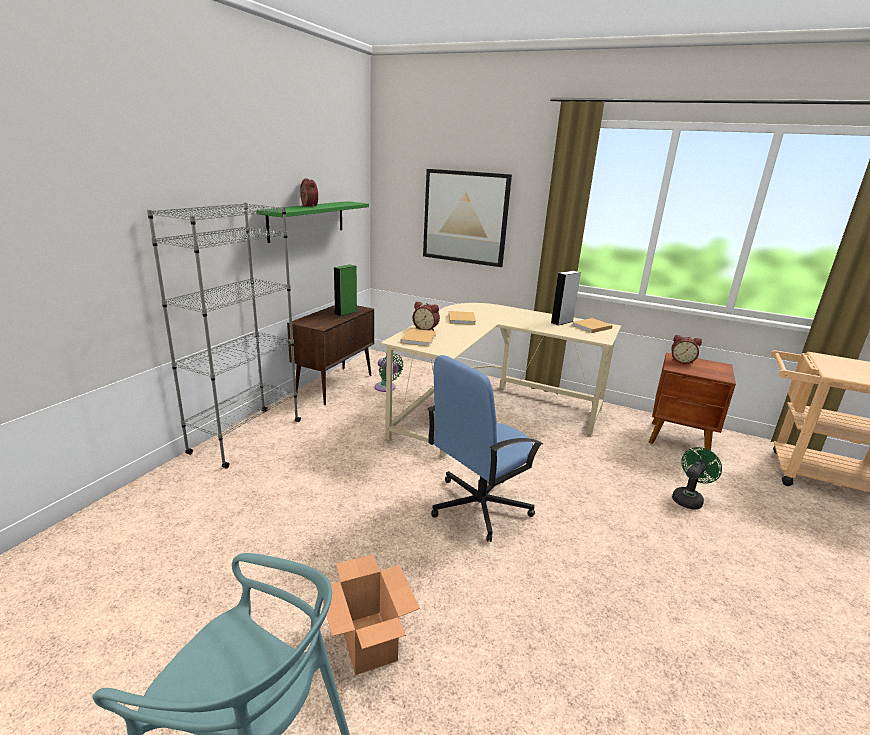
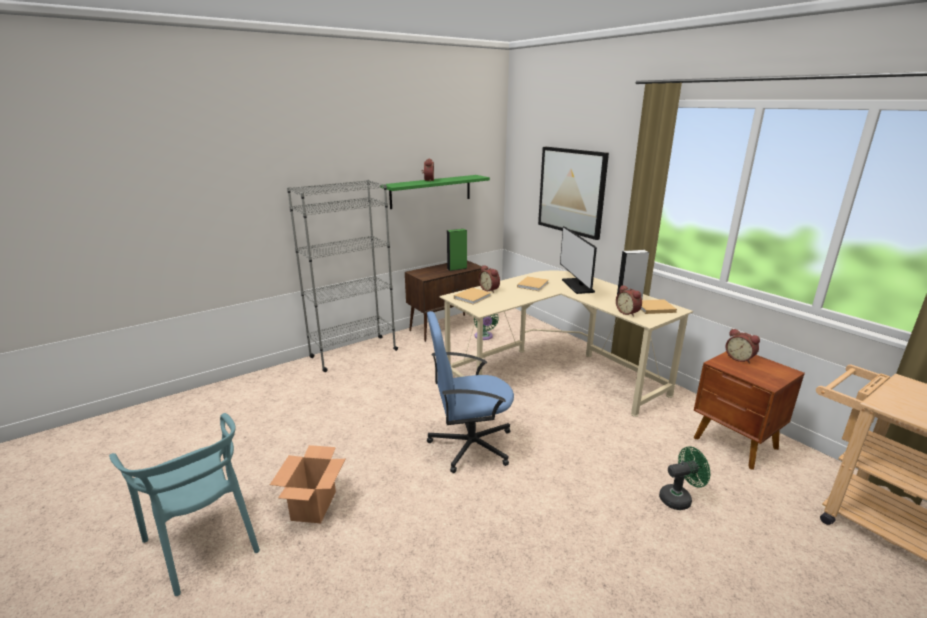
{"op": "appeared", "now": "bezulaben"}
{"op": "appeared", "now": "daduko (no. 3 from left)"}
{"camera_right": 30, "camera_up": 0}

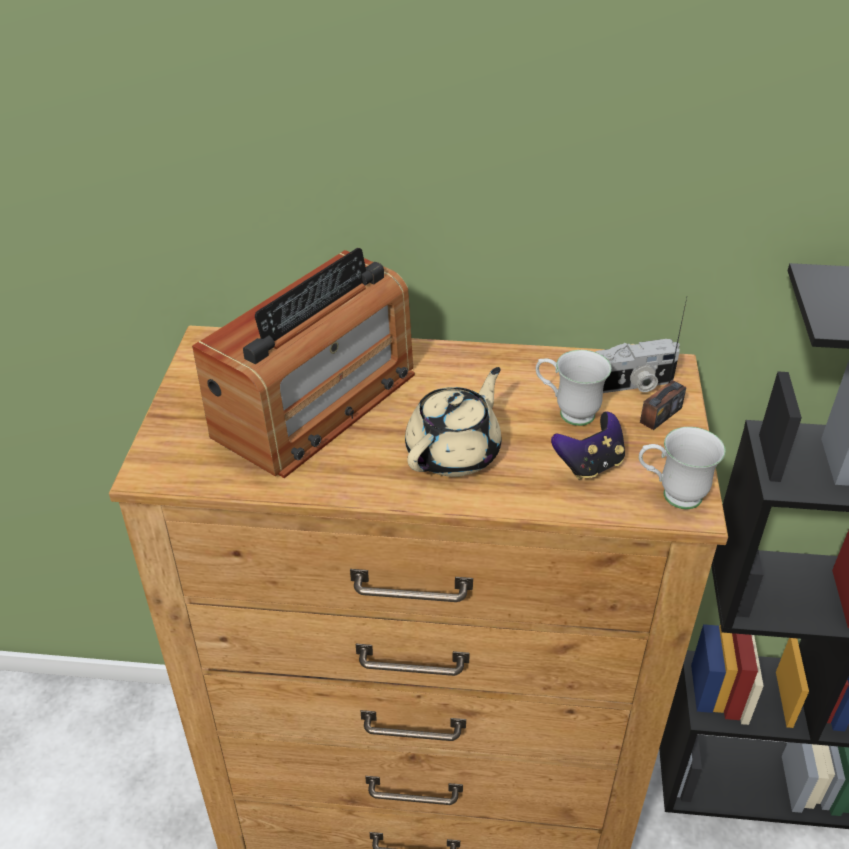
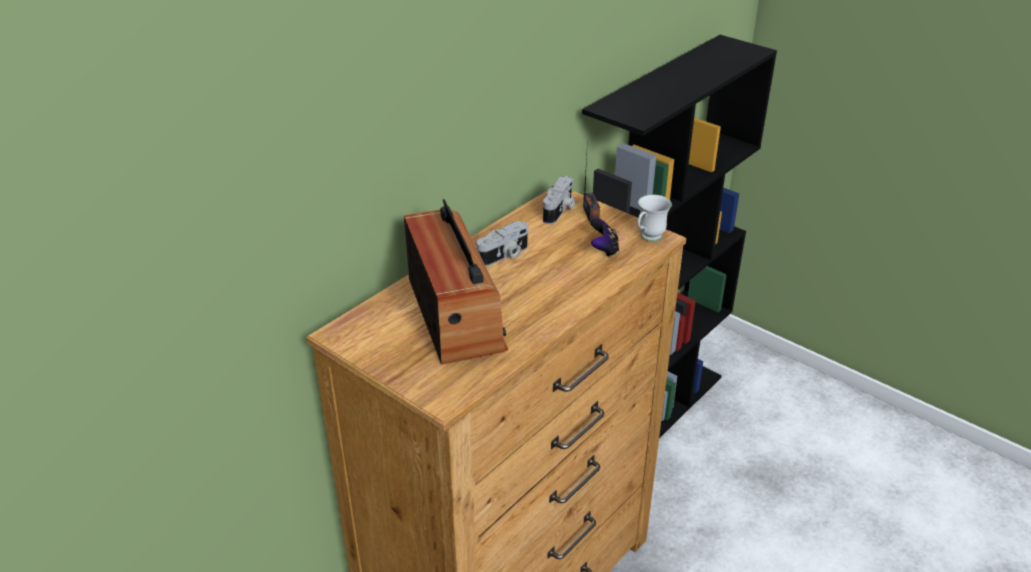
{"op": "missing", "was": "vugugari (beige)"}
{"op": "missing", "was": "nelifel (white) (no. 1 from left)"}
{"op": "appeared", "now": "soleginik (no. 1 from left)"}
{"camera_right": -55, "camera_up": -5}

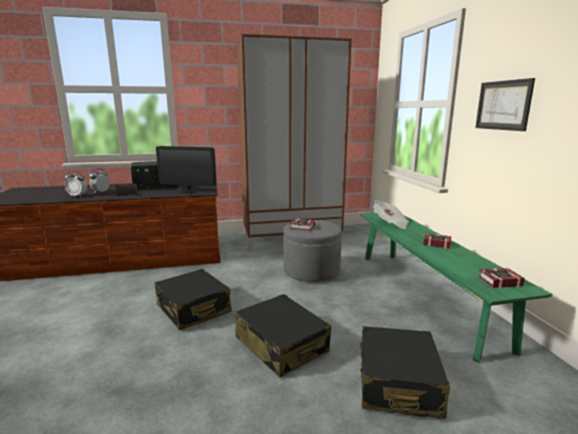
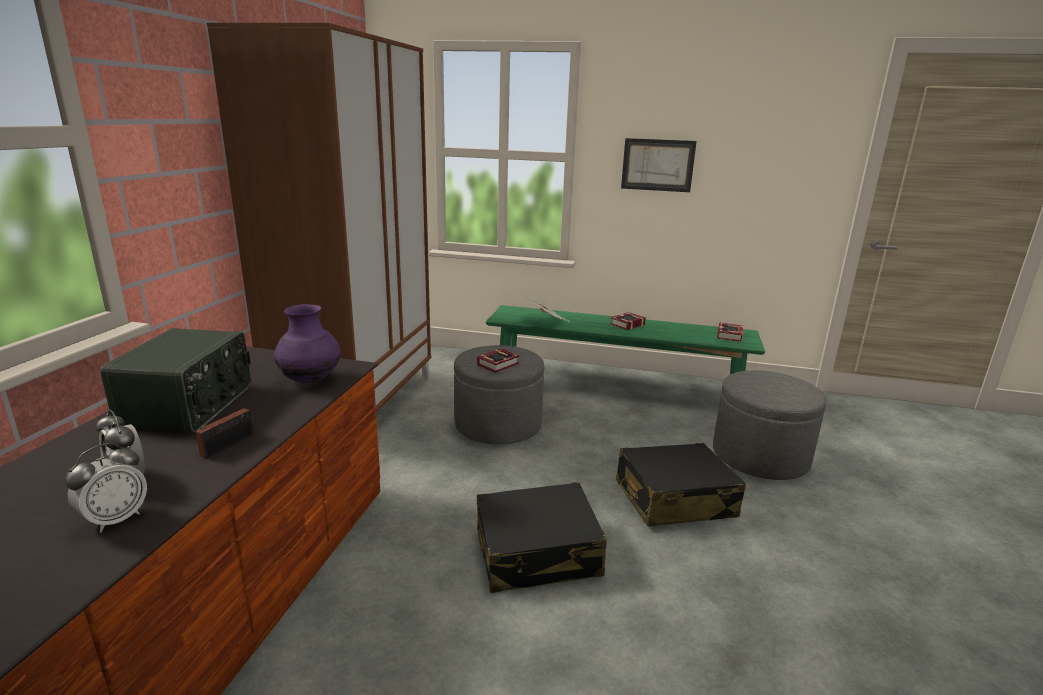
{"op": "exchanged", "was": "bezulaben", "now": "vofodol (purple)"}
{"op": "exchanged", "was": "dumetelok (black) (no. 3 from left)", "now": "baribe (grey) (no. 2 from left)"}
{"camera_right": -65, "camera_up": 5}

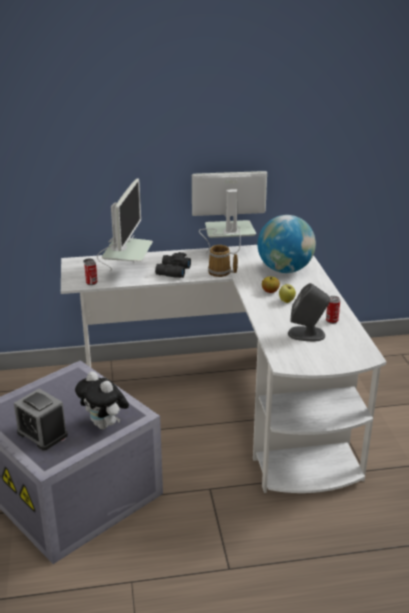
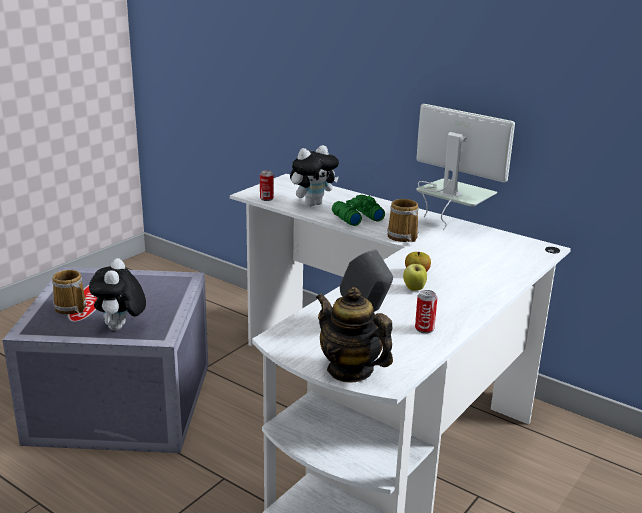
{"op": "missing", "was": "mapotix"}
{"op": "appeared", "now": "vugugari"}
{"op": "exchanged", "was": "daduko", "now": "nelifel (no. 1 from left)"}
{"op": "exchanged", "was": "bezulaben (no. 1 from left)", "now": "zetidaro (no. 2 from left)"}
{"op": "colour", "was": "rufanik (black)", "now": "rufanik (green)"}
{"camera_right": 45, "camera_up": -5}

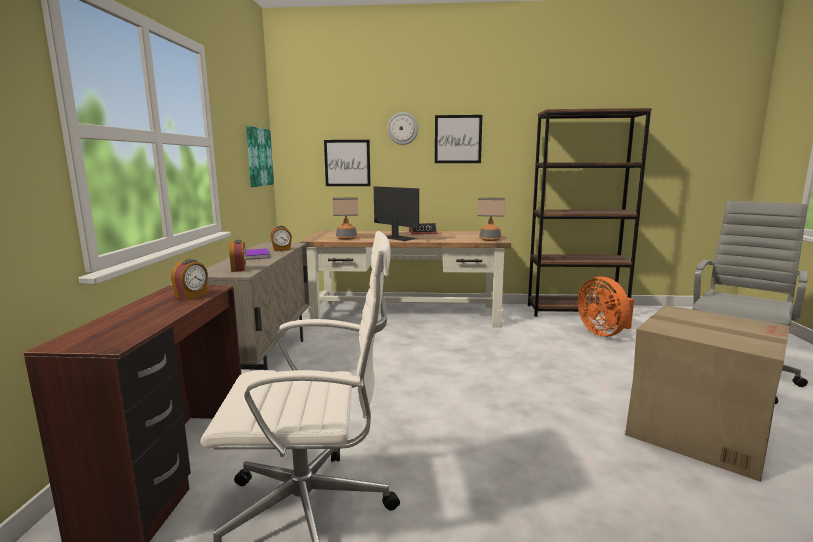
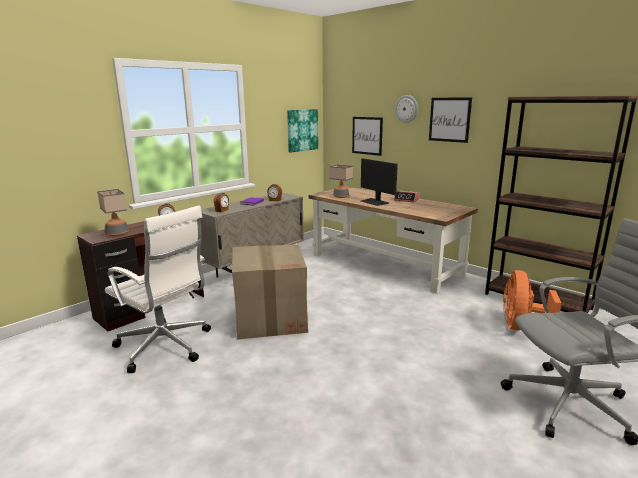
{"op": "relocated", "was": "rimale (no. 2 from left in the first image)", "now": "rimale (no. 1 from left)"}
{"op": "relocated", "was": "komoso"}
{"op": "spun", "was": "bezulaben", "clockwise": 150}
{"camera_right": 40, "camera_up": 5}

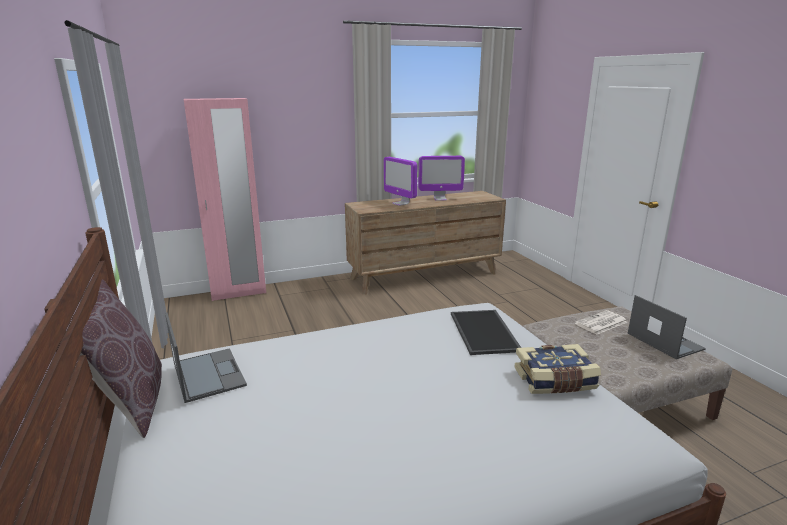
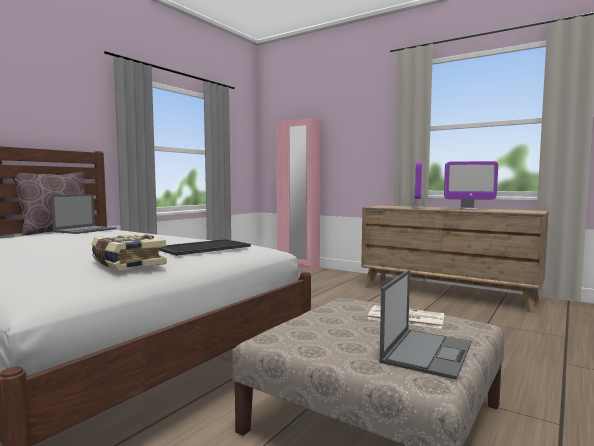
{"op": "spun", "was": "bezulaben (no. 2 from left)", "clockwise": -45}
{"camera_right": 55, "camera_up": -15}

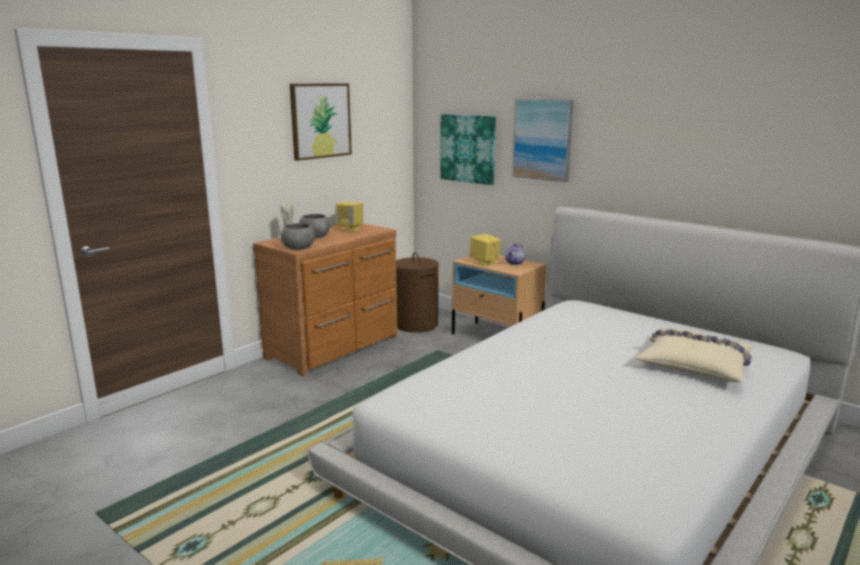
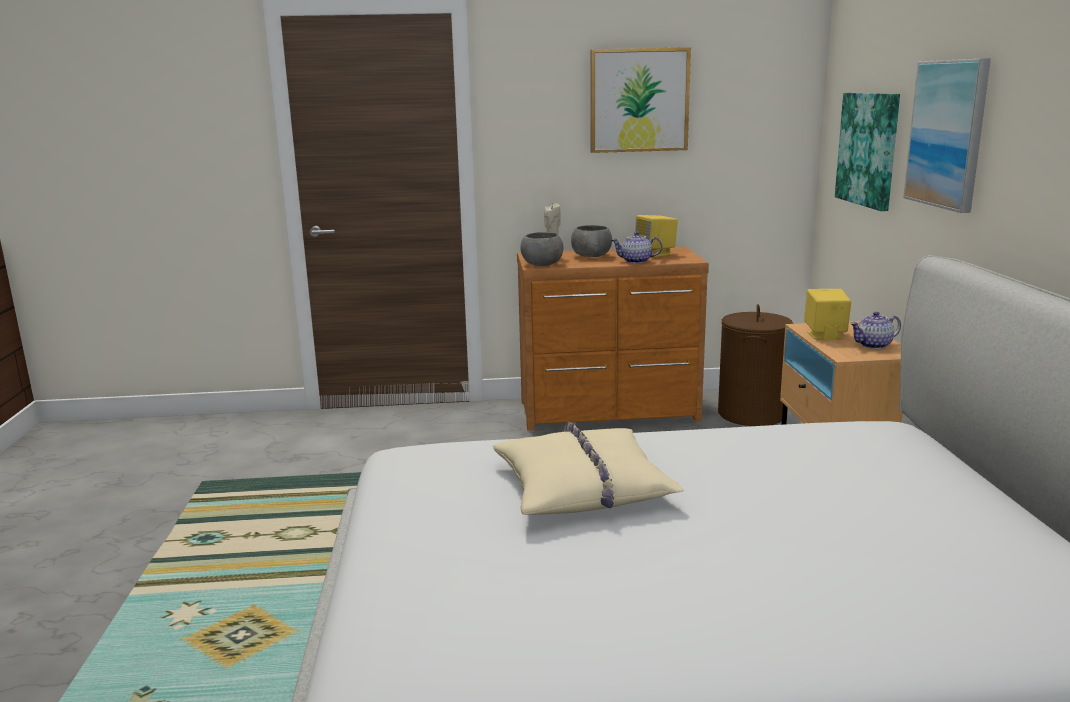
{"op": "appeared", "now": "vugugari (no. 1 from left)"}
{"op": "relocated", "was": "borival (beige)"}
{"camera_right": 45, "camera_up": 0}

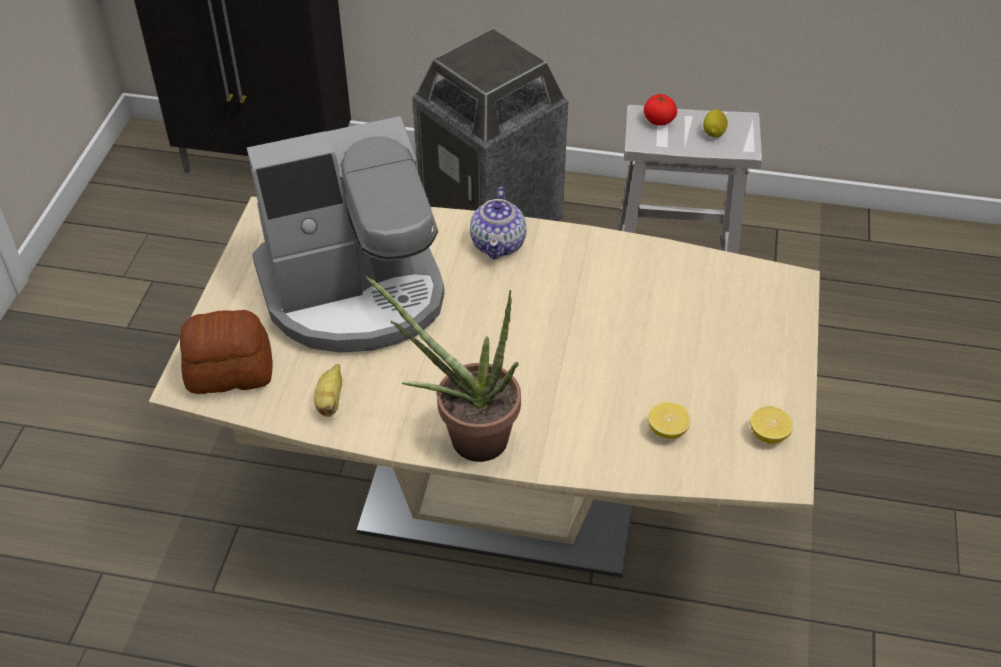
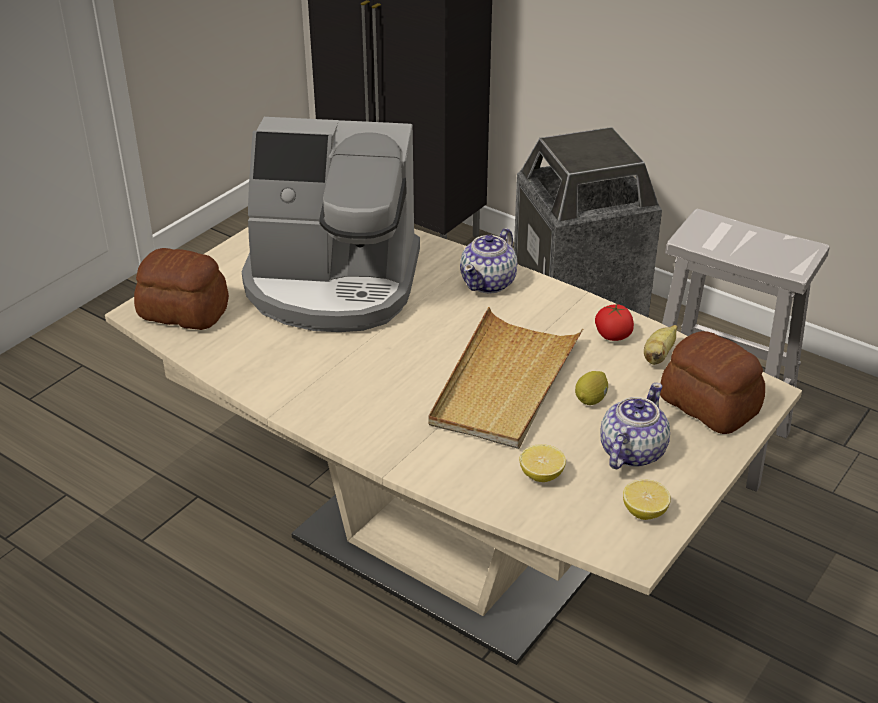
{"op": "missing", "was": "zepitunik"}
{"op": "appeared", "now": "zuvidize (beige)"}
{"op": "appeared", "now": "vugugari (no. 2 from left)"}
{"op": "appeared", "now": "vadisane (no. 2 from left)"}
{"op": "relocated", "was": "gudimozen"}
{"op": "relocated", "was": "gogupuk"}
{"op": "relocated", "was": "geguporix (no. 2 from left)"}
{"camera_right": 25, "camera_up": -10}

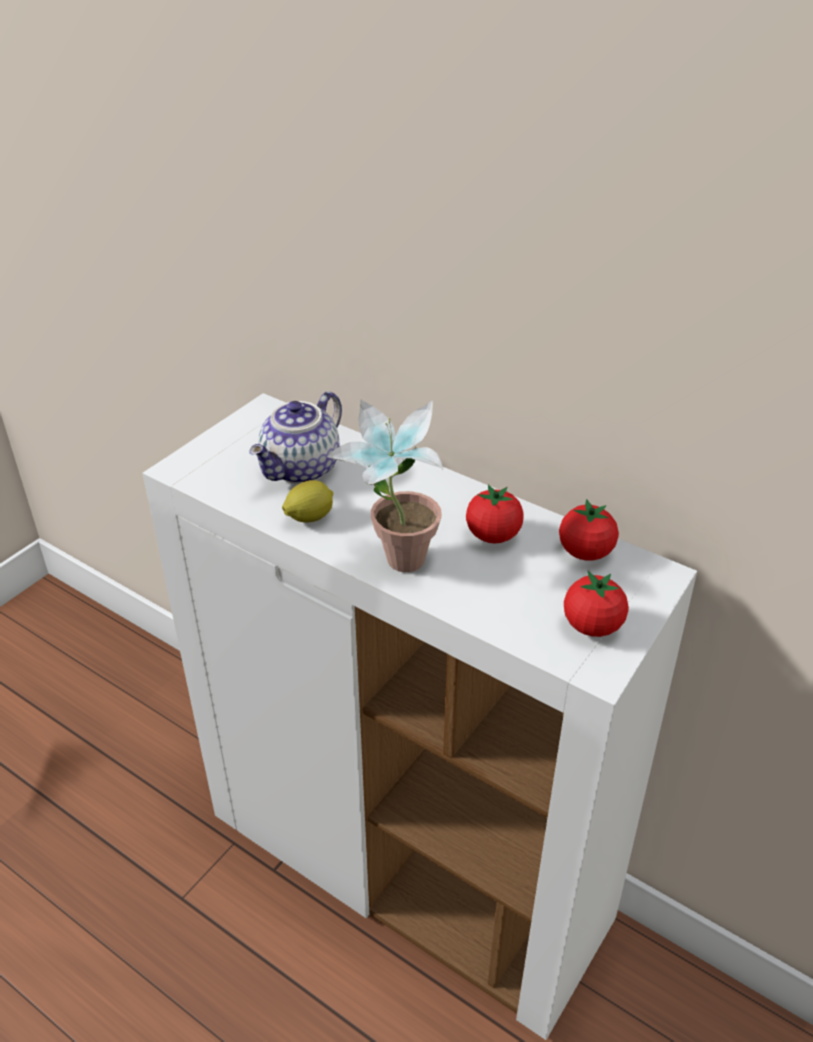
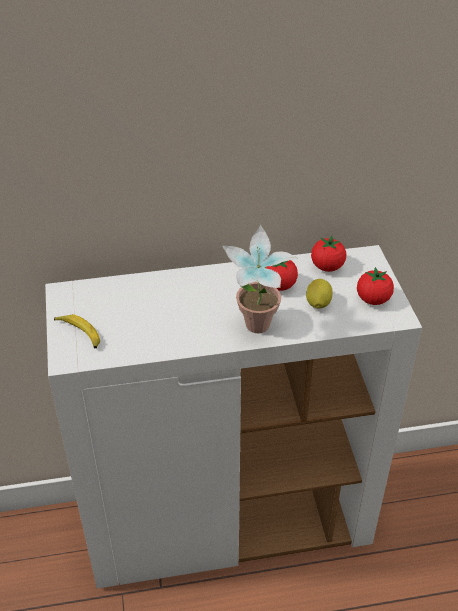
{"op": "missing", "was": "vugugari"}
{"op": "appeared", "now": "gudimozen"}
{"op": "relocated", "was": "geguporix"}
{"camera_right": -45, "camera_up": 5}

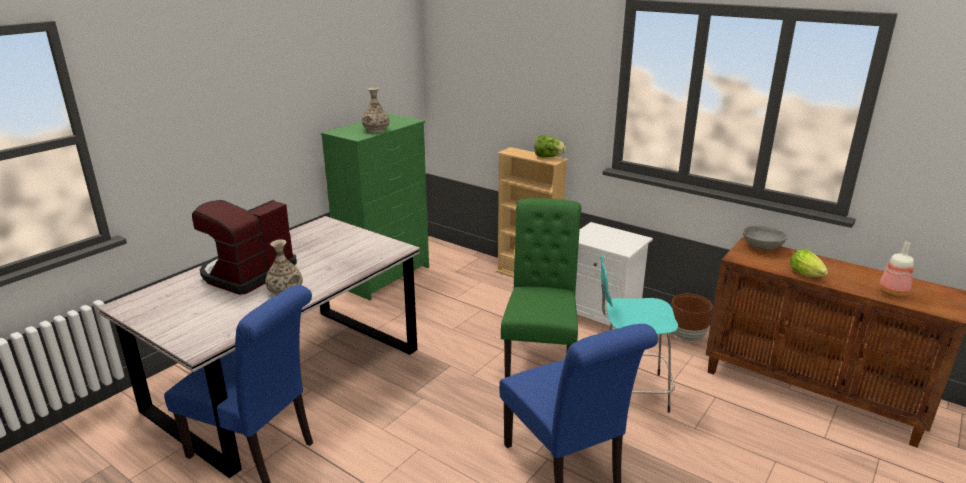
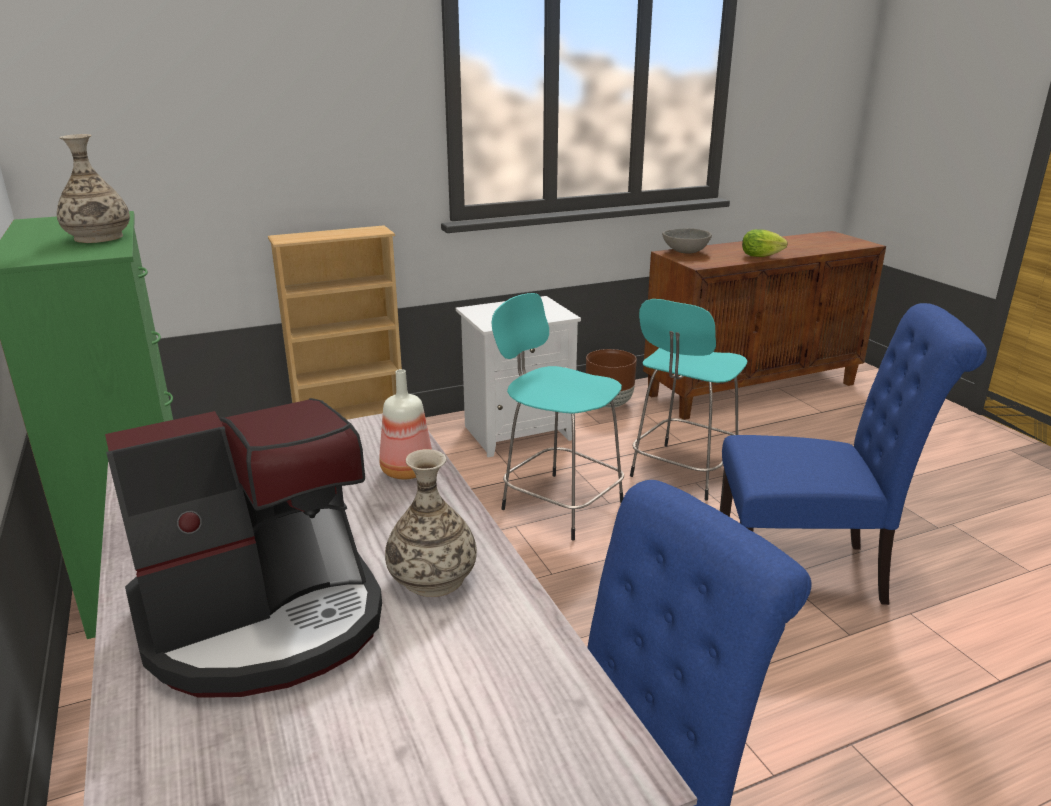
{"op": "missing", "was": "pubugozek (no. 1 from left)"}
{"op": "relocated", "was": "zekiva"}
{"op": "exchanged", "was": "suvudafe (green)", "now": "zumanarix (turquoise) (no. 1 from left)"}
{"op": "spun", "was": "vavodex", "clockwise": -90}
{"camera_right": -60, "camera_up": 0}

